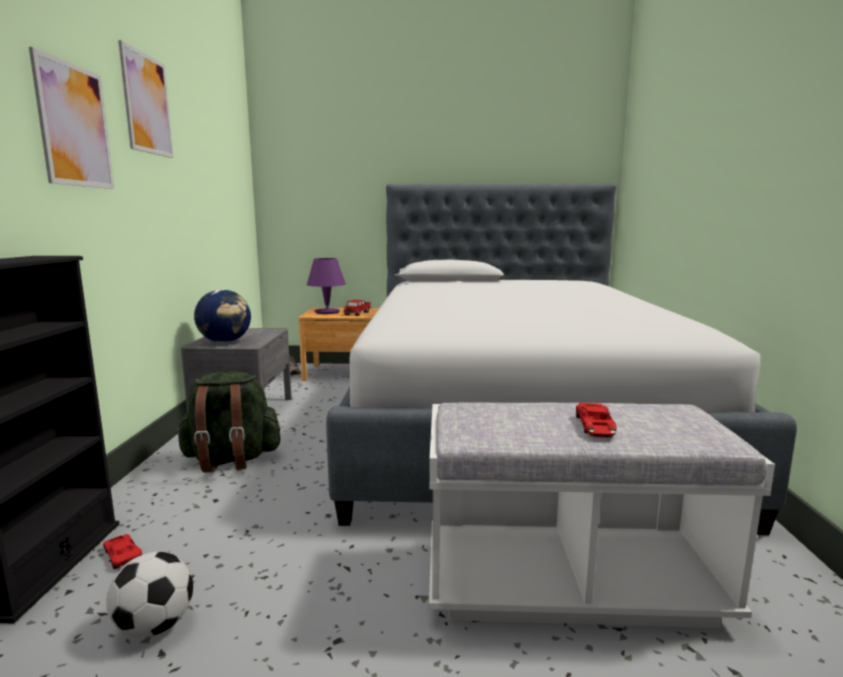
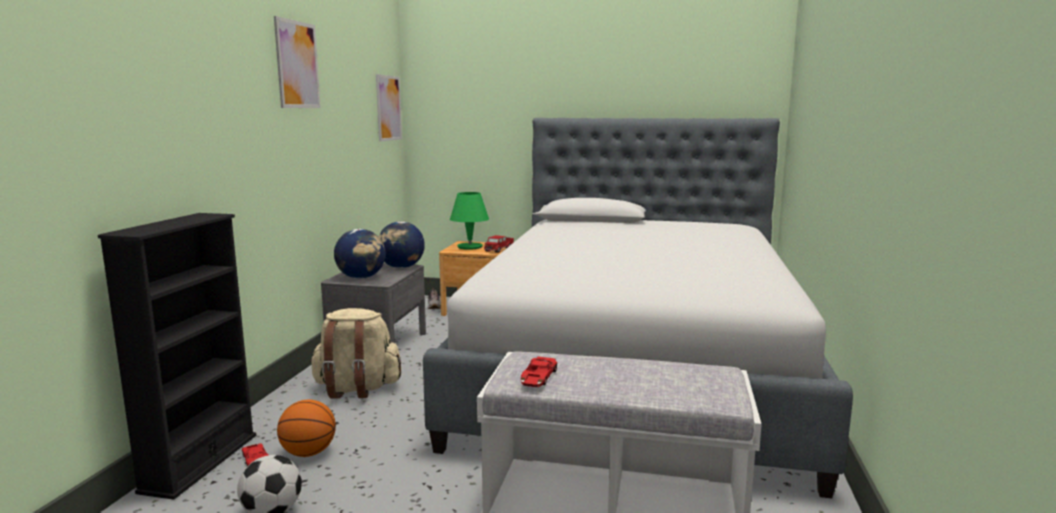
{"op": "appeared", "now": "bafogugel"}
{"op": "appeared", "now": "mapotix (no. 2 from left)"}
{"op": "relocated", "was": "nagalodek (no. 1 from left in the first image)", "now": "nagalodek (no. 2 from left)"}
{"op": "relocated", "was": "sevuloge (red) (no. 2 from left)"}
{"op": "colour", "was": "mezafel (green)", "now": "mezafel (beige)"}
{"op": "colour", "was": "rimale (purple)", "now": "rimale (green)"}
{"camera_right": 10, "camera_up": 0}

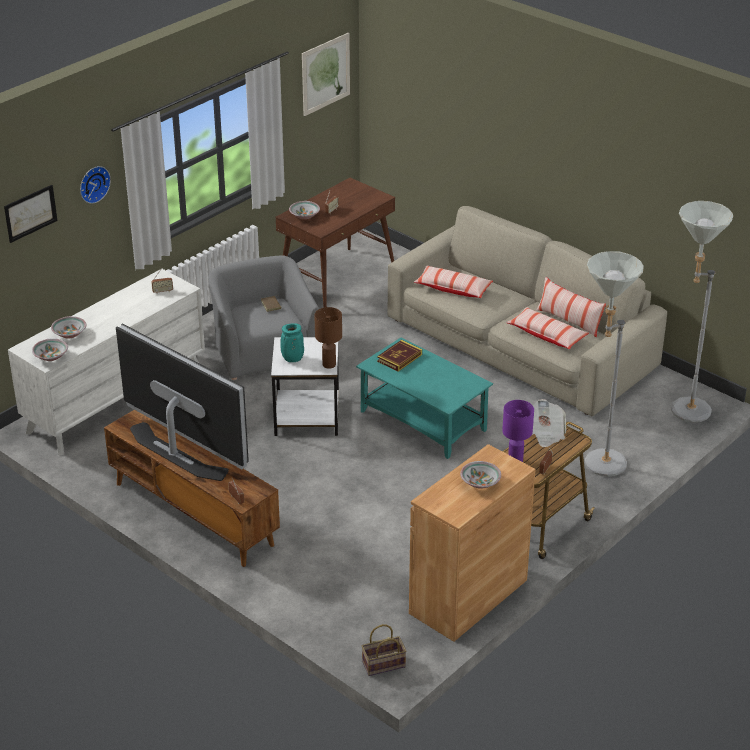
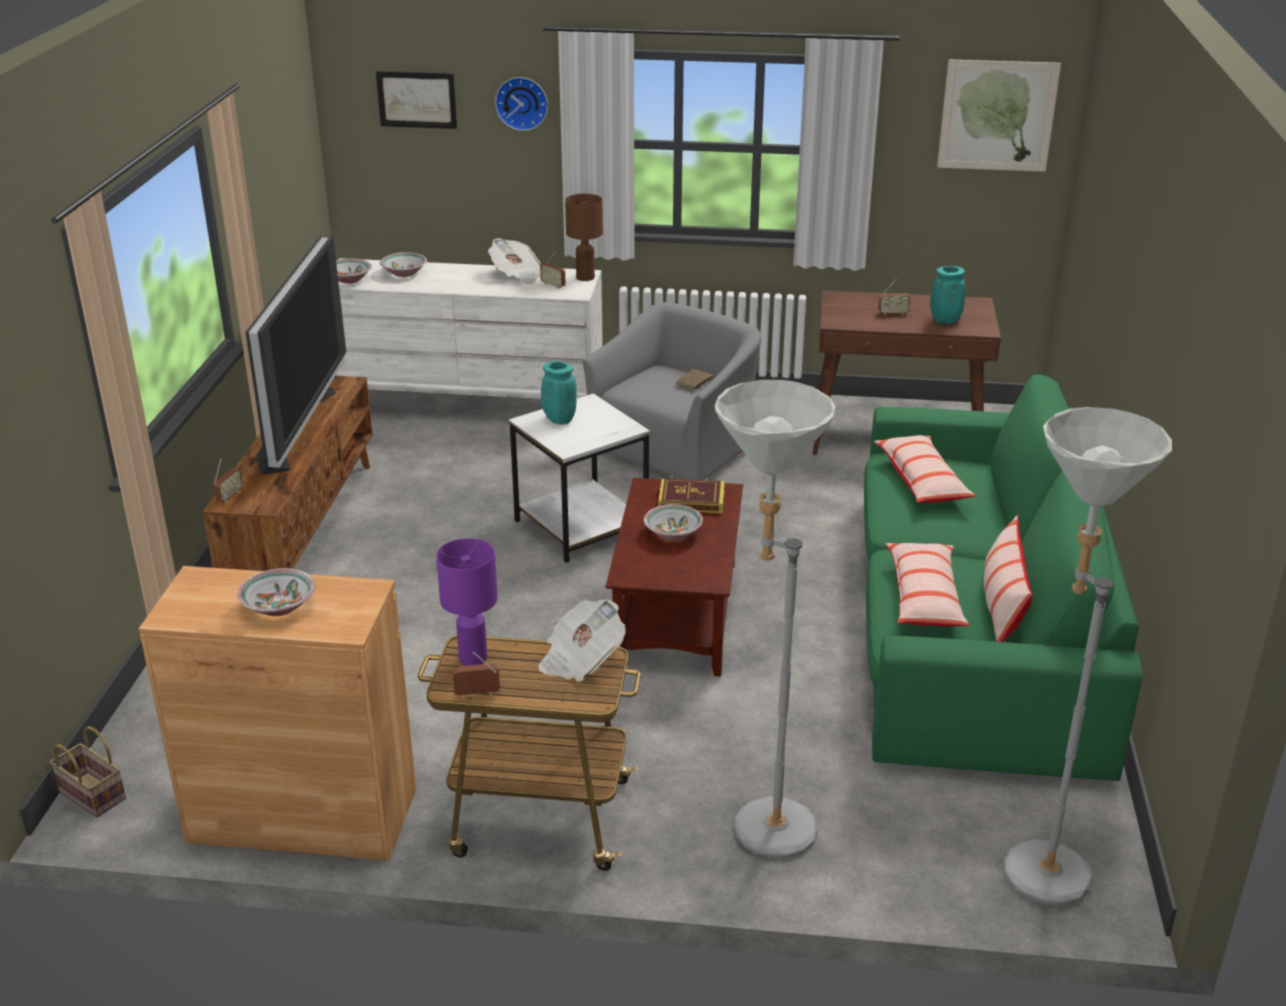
{"op": "appeared", "now": "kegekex (no. 1 from left)"}
{"op": "appeared", "now": "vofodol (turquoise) (no. 2 from left)"}
{"op": "relocated", "was": "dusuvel (no. 3 from left in the first image)", "now": "dusuvel (no. 4 from left)"}
{"op": "relocated", "was": "rimale (brown)"}
{"op": "colour", "was": "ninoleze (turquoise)", "now": "ninoleze (brown)"}
{"op": "colour", "was": "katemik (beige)", "now": "katemik (green)"}
{"camera_right": 55, "camera_up": -5}

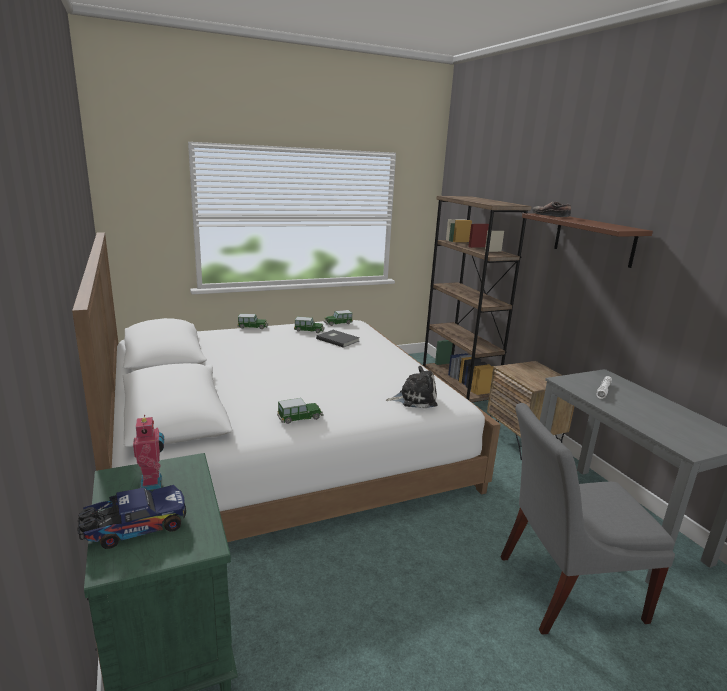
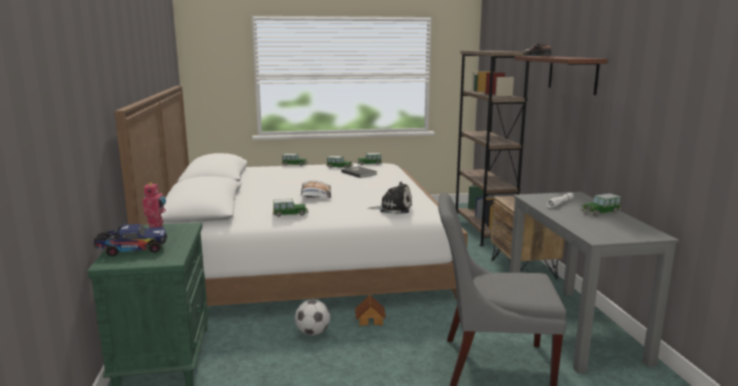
{"op": "appeared", "now": "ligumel"}
{"op": "appeared", "now": "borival"}
{"op": "appeared", "now": "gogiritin"}
{"op": "appeared", "now": "sevuloge (no. 5 from left)"}
{"camera_right": 15, "camera_up": -5}

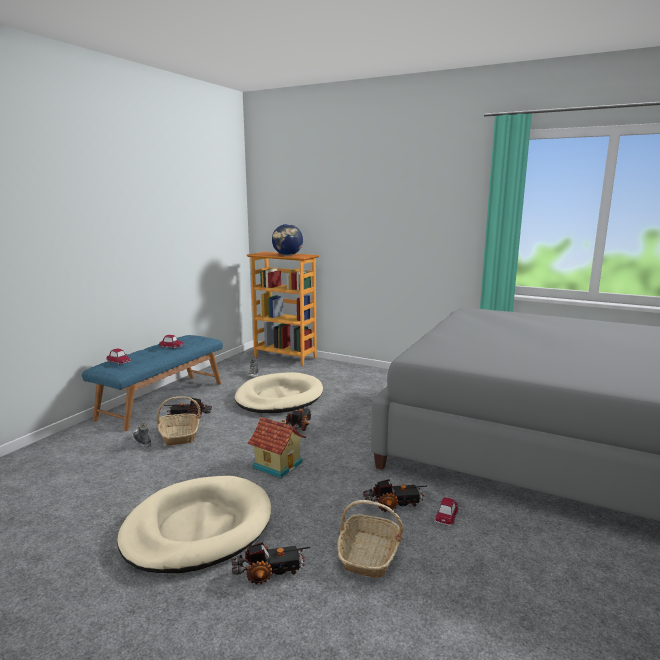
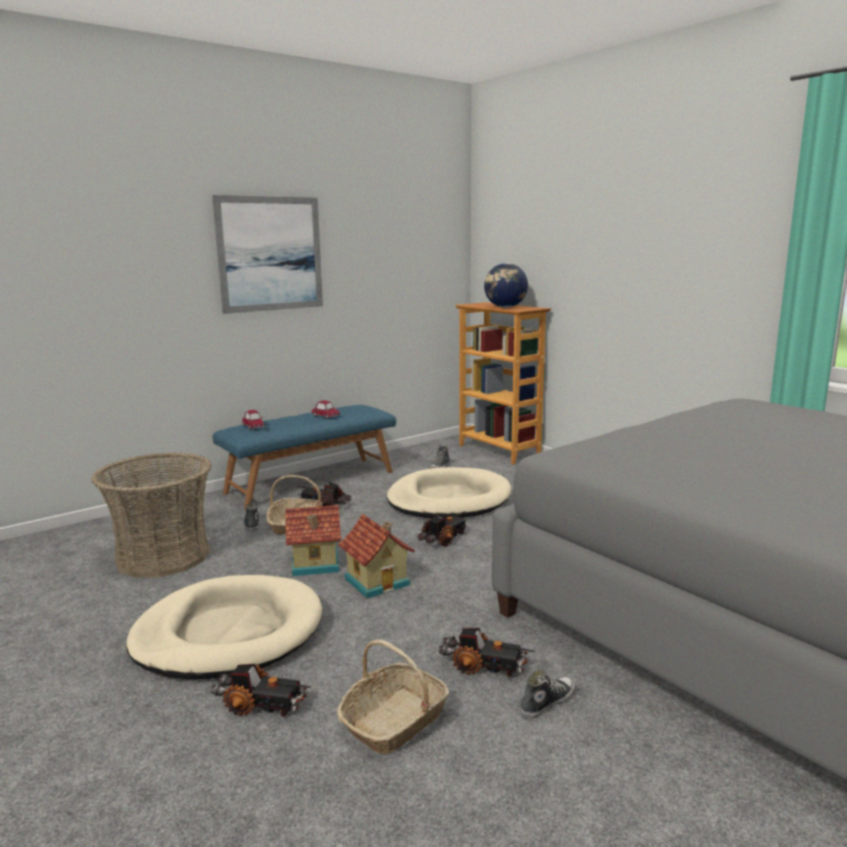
{"op": "appeared", "now": "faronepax (no. 1 from left)"}
{"op": "appeared", "now": "nagalodek"}
{"op": "appeared", "now": "gogiritin (no. 1 from left)"}
{"op": "exchanged", "was": "sevuloge (no. 3 from left)", "now": "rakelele (no. 3 from left)"}
{"camera_right": 25, "camera_up": 0}

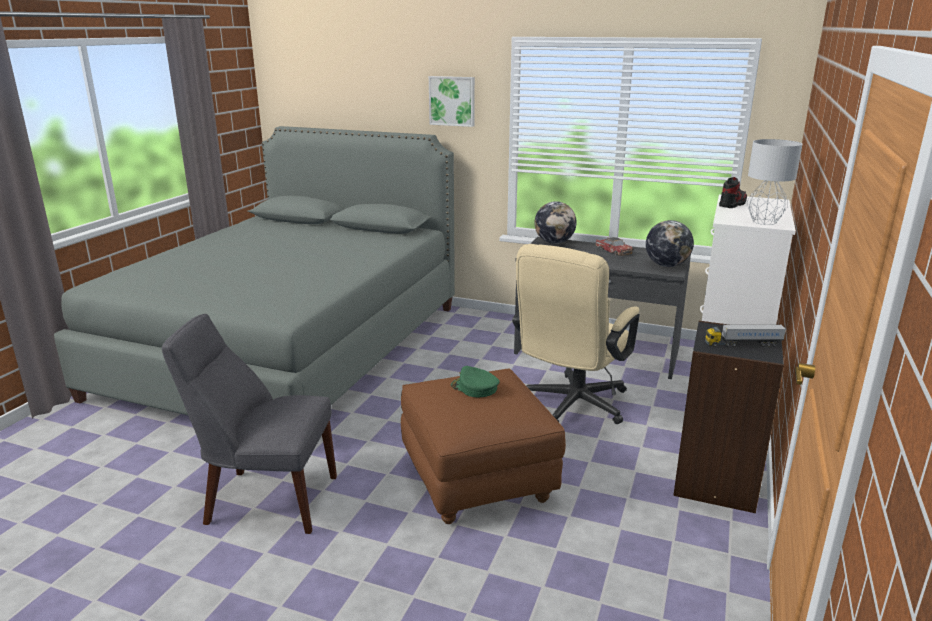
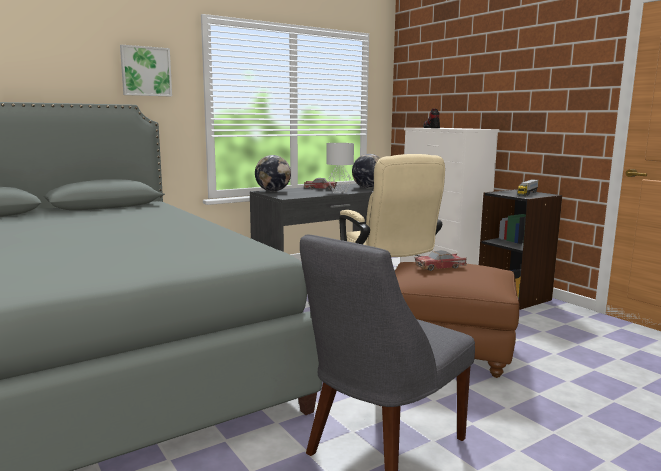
{"op": "relocated", "was": "rimale (grey)"}
{"op": "exchanged", "was": "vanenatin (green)", "now": "sevuloge (no. 2 from left)"}
{"camera_right": -55, "camera_up": -10}

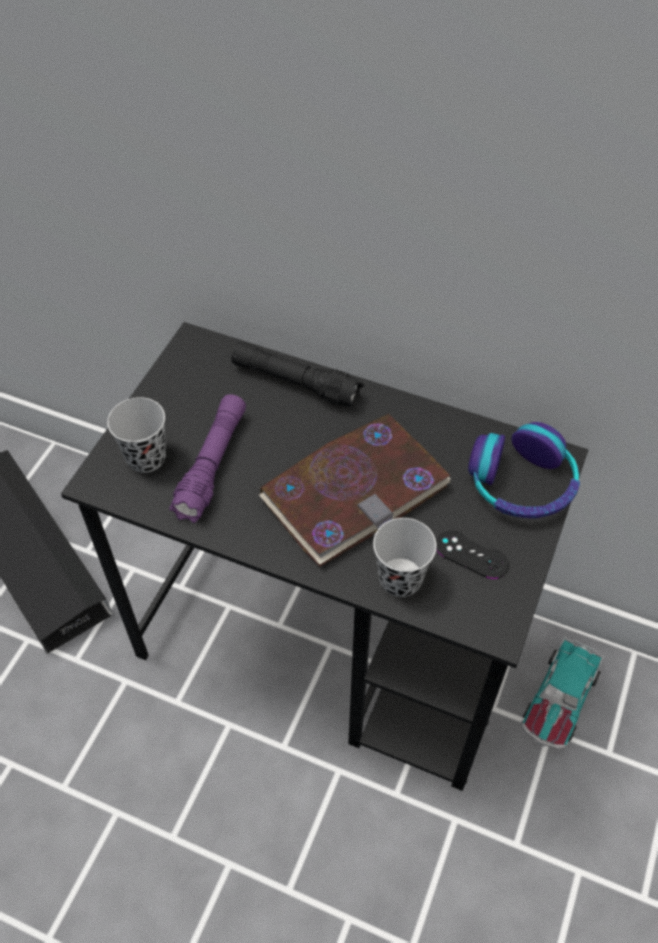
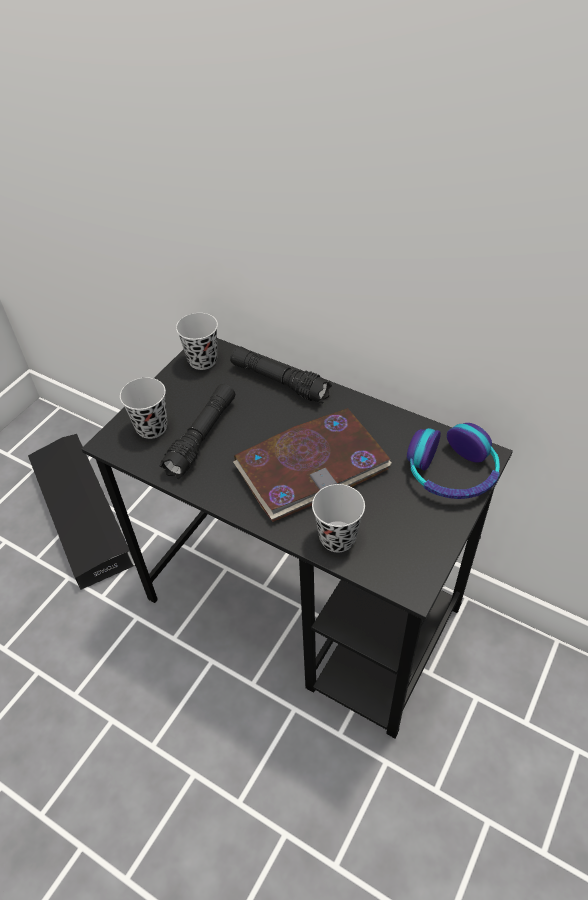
{"op": "missing", "was": "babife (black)"}
{"op": "missing", "was": "sevuloge"}
{"op": "appeared", "now": "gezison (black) (no. 2 from left)"}
{"op": "colour", "was": "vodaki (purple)", "now": "vodaki (black) (no. 1 from left)"}
{"camera_right": 10, "camera_up": -5}

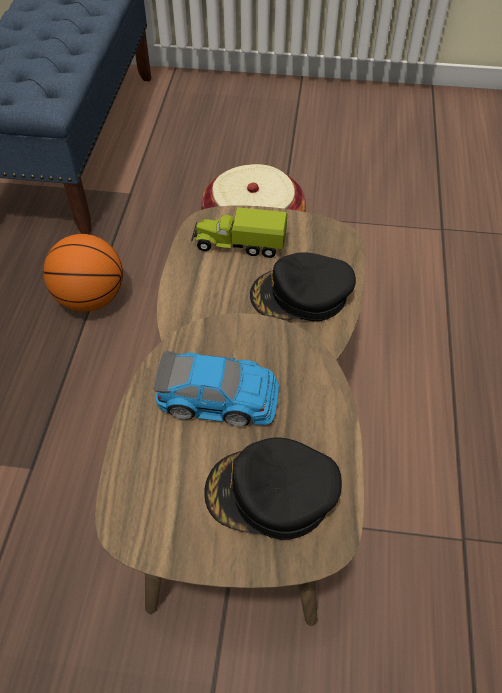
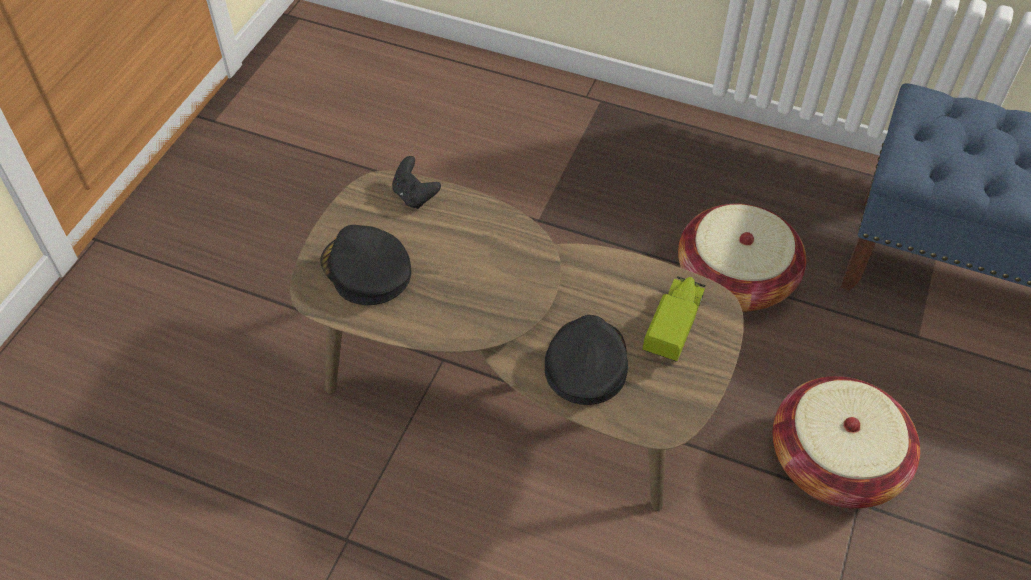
{"op": "missing", "was": "sevuloge"}
{"op": "appeared", "now": "babife (black)"}
{"op": "exchanged", "was": "bafogugel", "now": "faronepax (no. 1 from left)"}
{"op": "spun", "was": "vanenatin (black) (no. 1 from left)", "clockwise": -60}
{"camera_right": 105, "camera_up": 0}

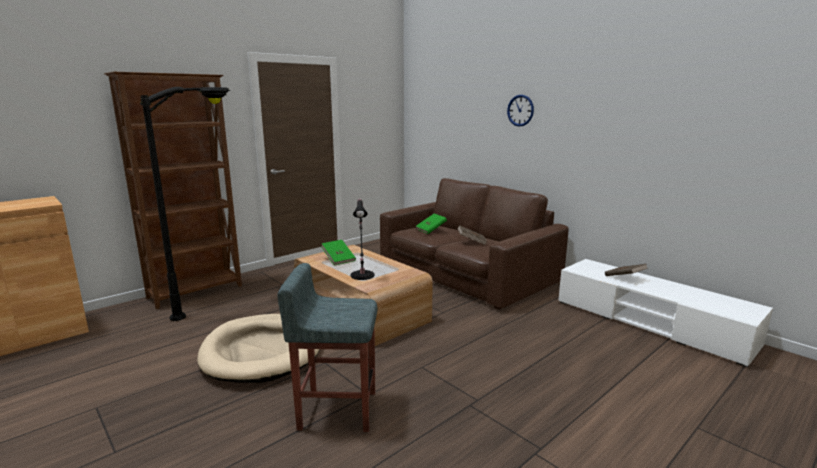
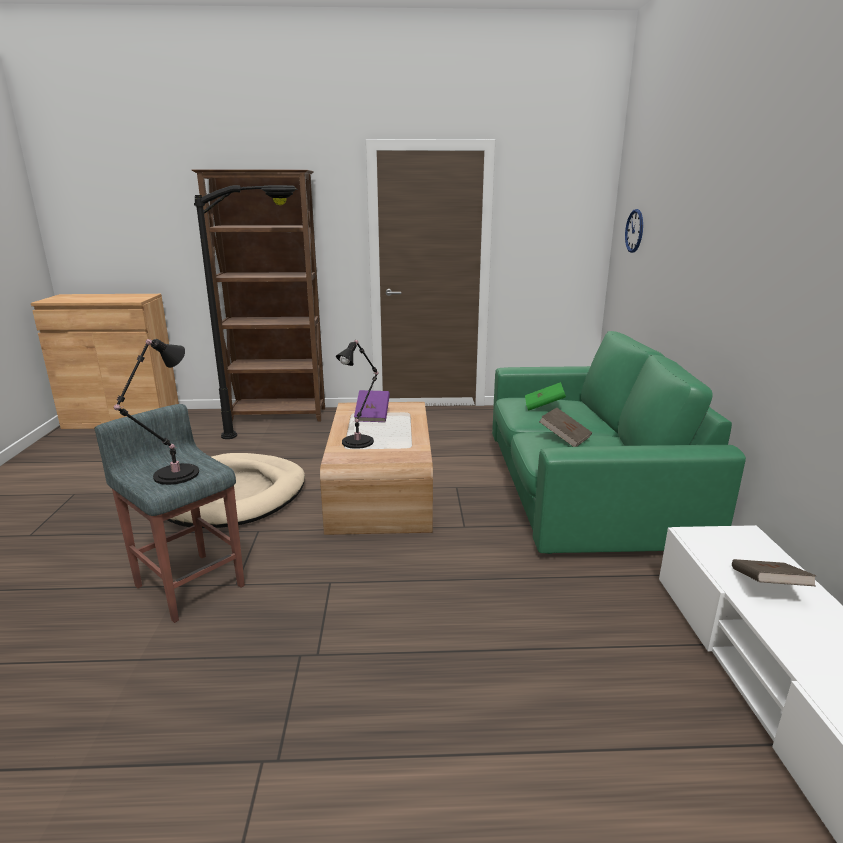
{"op": "appeared", "now": "rimale (black) (no. 1 from left)"}
{"op": "relocated", "was": "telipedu"}
{"op": "colour", "was": "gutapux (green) (no. 1 from left)", "now": "gutapux (purple)"}
{"op": "colour", "was": "katemik (brown)", "now": "katemik (green)"}
{"camera_right": 40, "camera_up": 5}

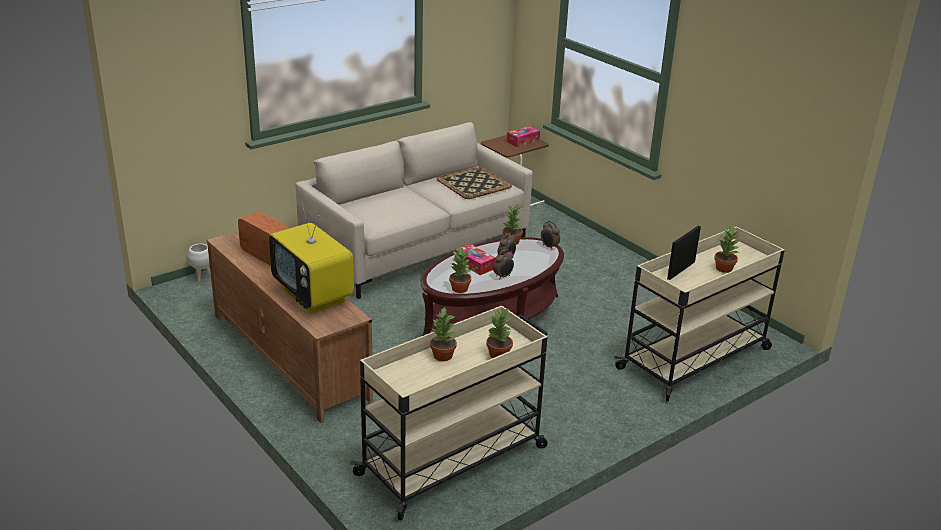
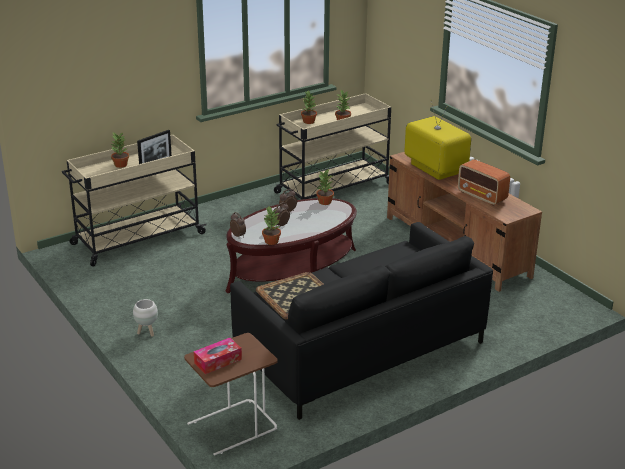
{"op": "missing", "was": "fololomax (no. 1 from left)"}
{"op": "relocated", "was": "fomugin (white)"}
{"op": "colour", "was": "katemik (beige)", "now": "katemik (black)"}
{"camera_right": -175, "camera_up": 0}

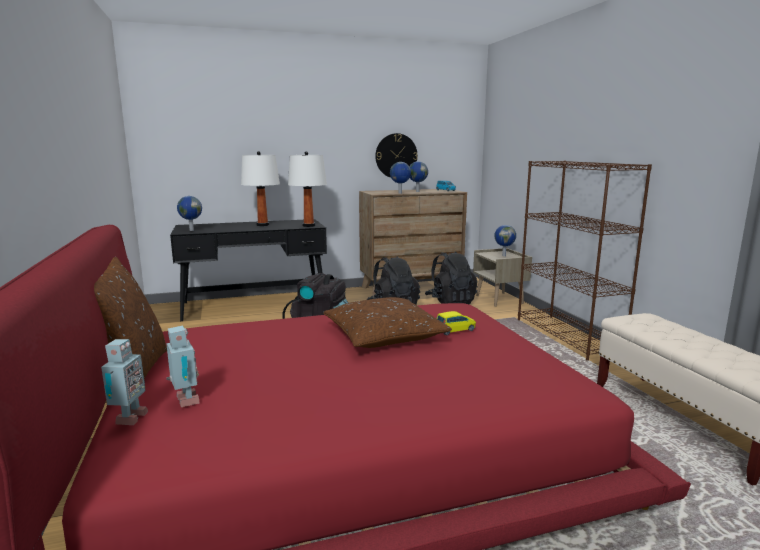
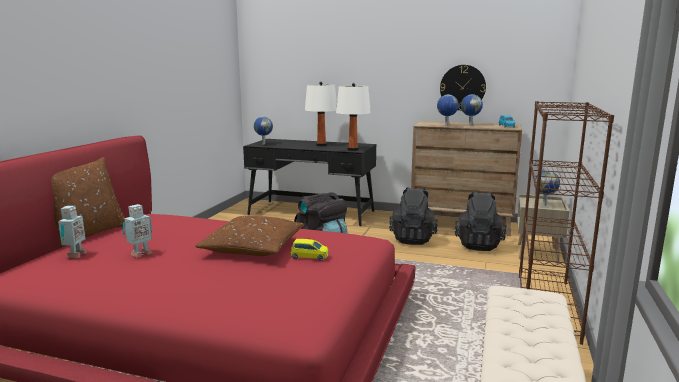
{"op": "relocated", "was": "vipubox (no. 1 from left in the first image)", "now": "vipubox (no. 2 from left)"}
{"camera_right": 35, "camera_up": 0}

